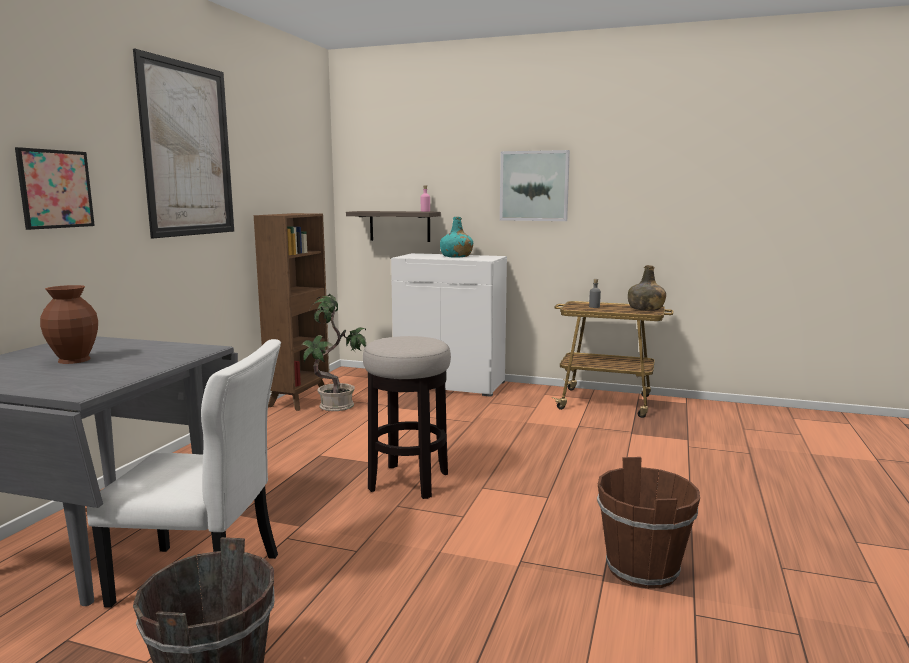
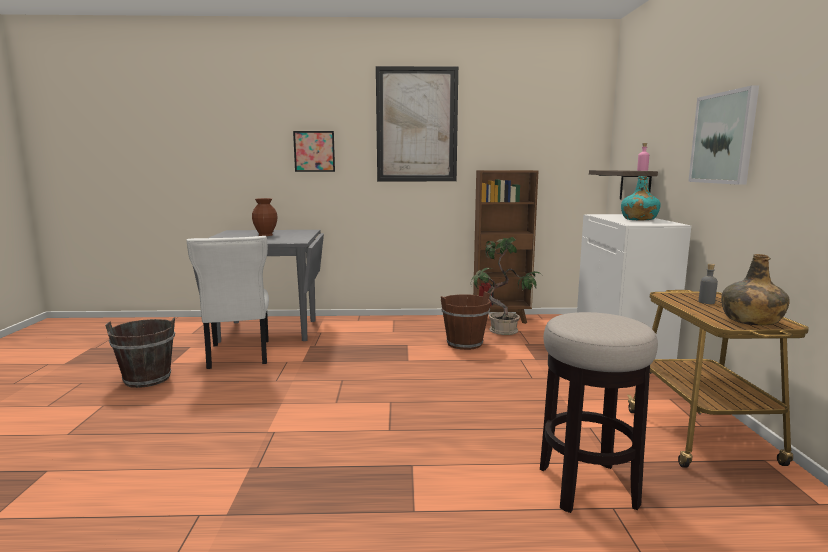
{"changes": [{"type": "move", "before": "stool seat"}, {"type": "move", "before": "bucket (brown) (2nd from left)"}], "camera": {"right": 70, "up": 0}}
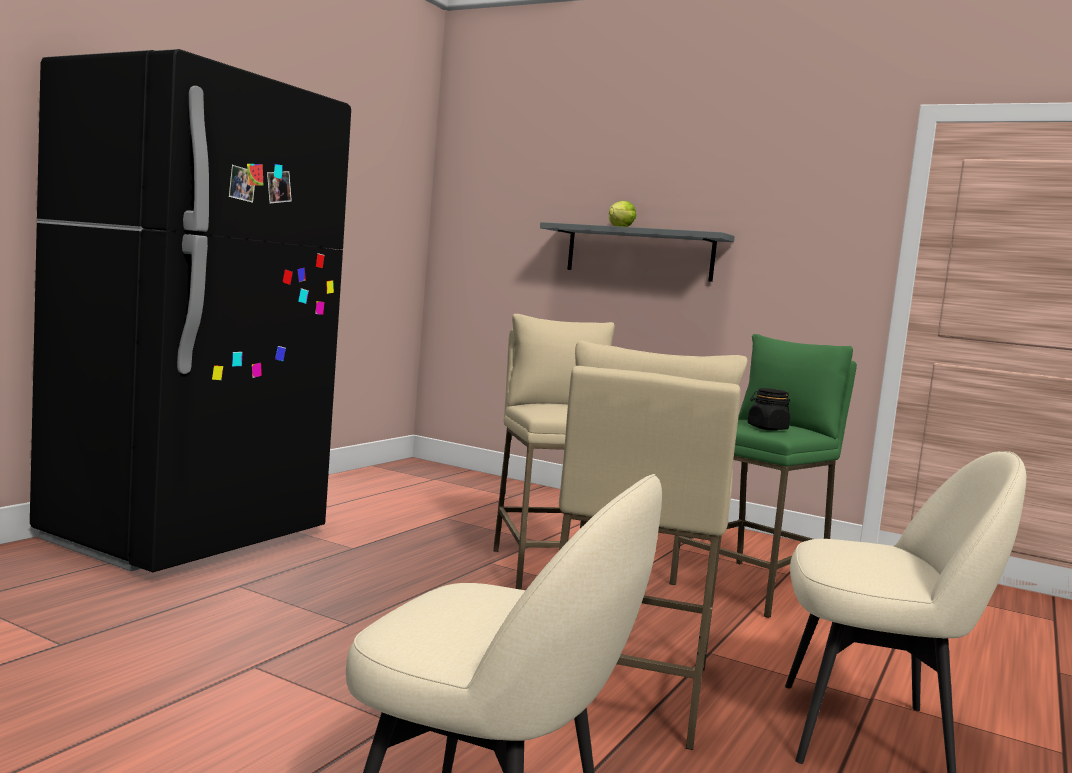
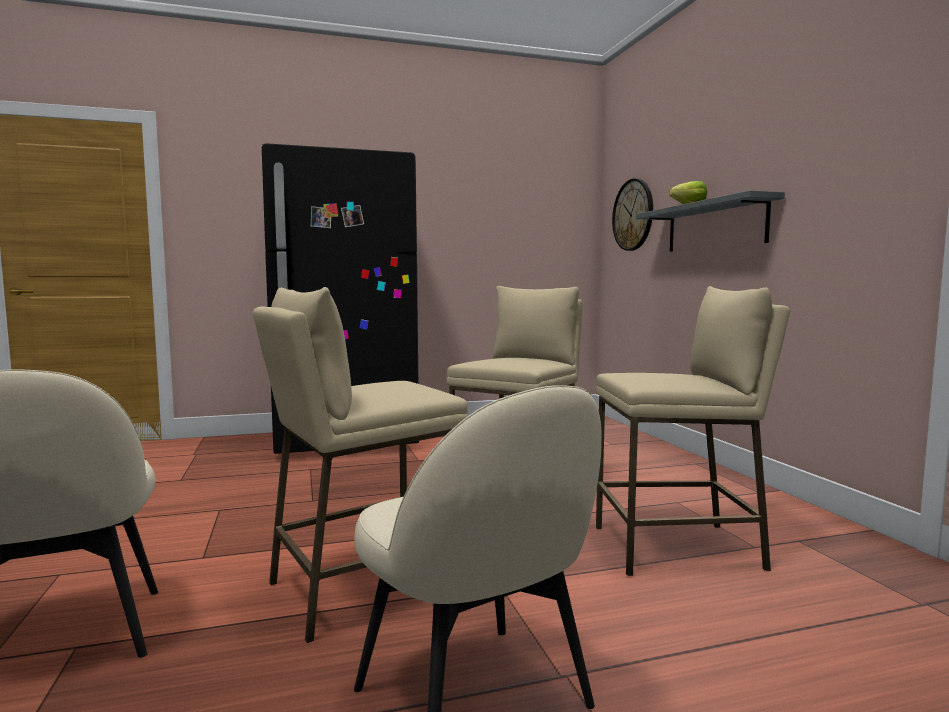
{"changes": [{"type": "recolor", "before": "stool seat (green-coloured)", "after": "stool seat (sand-coloured) (3rd from left)"}, {"type": "delete", "before": "preserve jar (black-coloured)"}, {"type": "insert", "after": "wall clock"}], "camera": {"right": 45, "up": 0}}
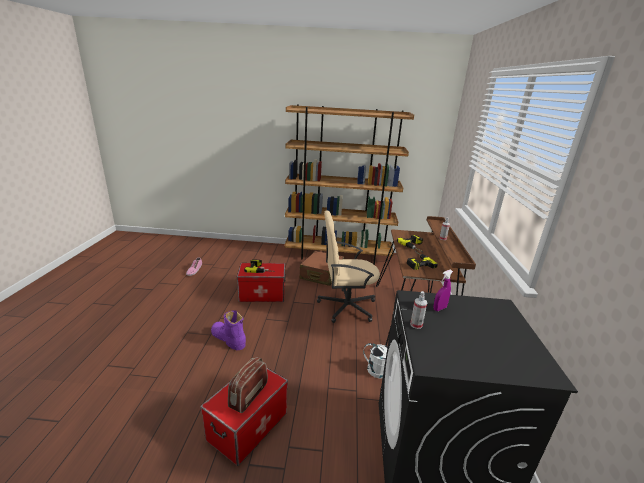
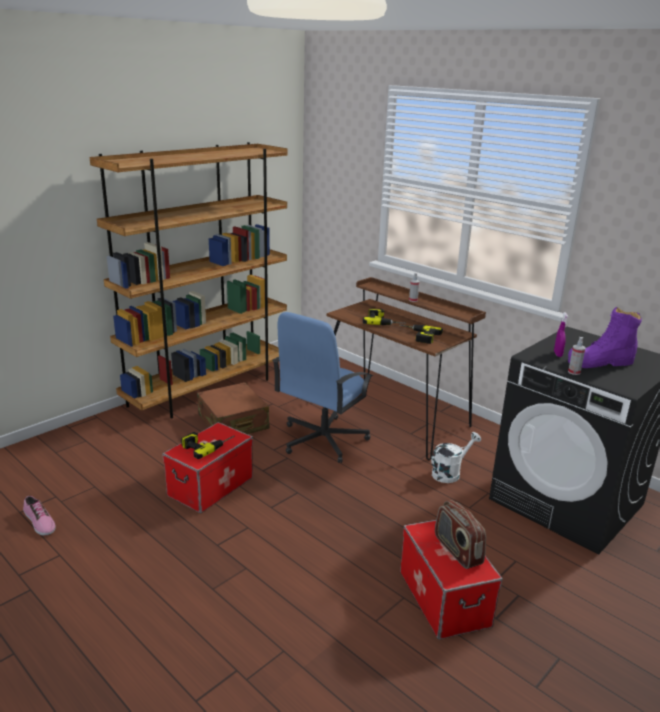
{"changes": [{"type": "move", "before": "tall boot (purplish)"}, {"type": "recolor", "before": "office chair (sand-coloured)", "after": "office chair (blue-coloured)"}], "camera": {"right": -50, "up": 0}}
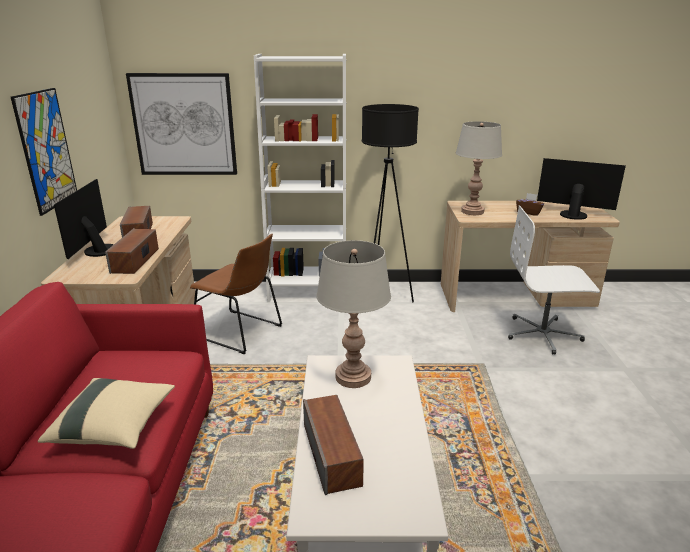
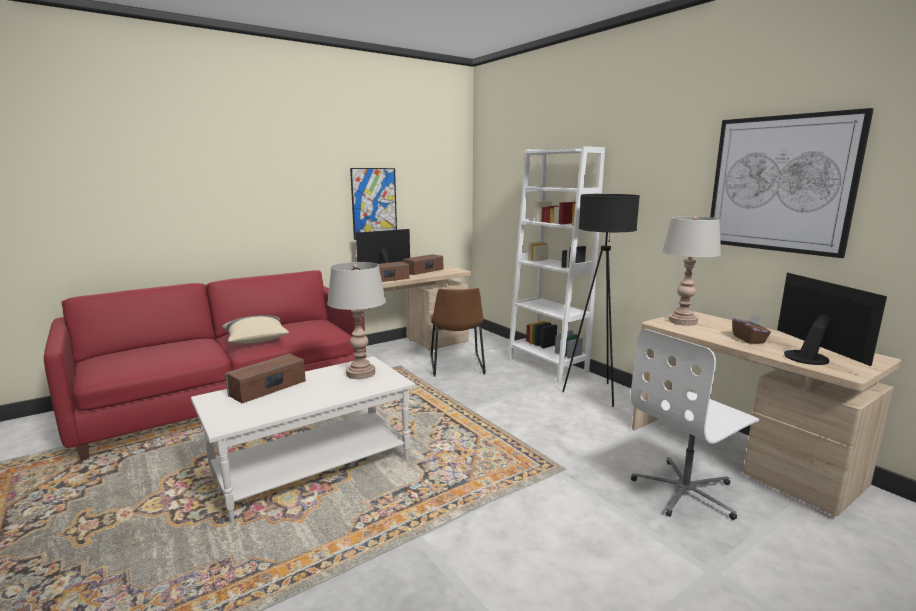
{"changes": [{"type": "move", "before": "picture (2nd from left)"}, {"type": "rotate", "before": "office chair (whitish)", "turn": -90}], "camera": {"right": 55, "up": -10}}
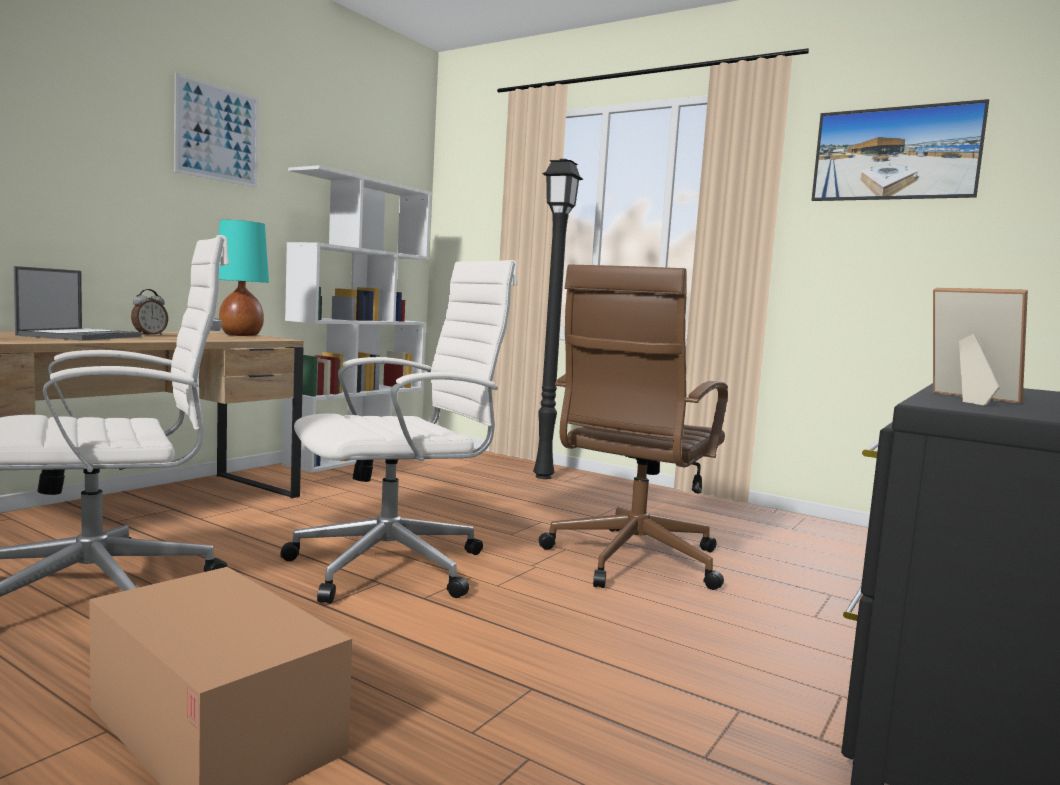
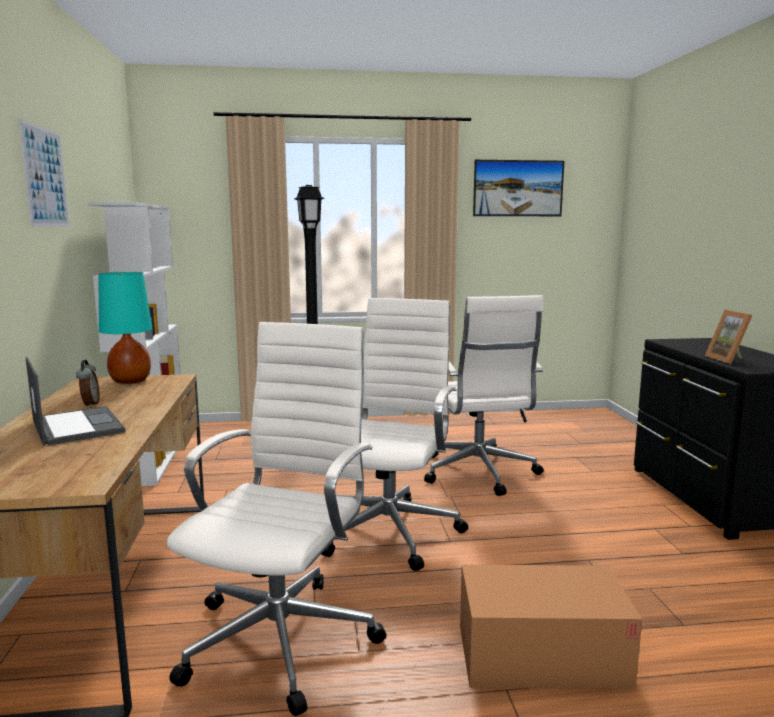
{"changes": [{"type": "recolor", "before": "office chair (brown)", "after": "office chair (whitish) (3rd from left)"}, {"type": "rotate", "before": "standing frame", "turn": -105}], "camera": {"right": -40, "up": 5}}
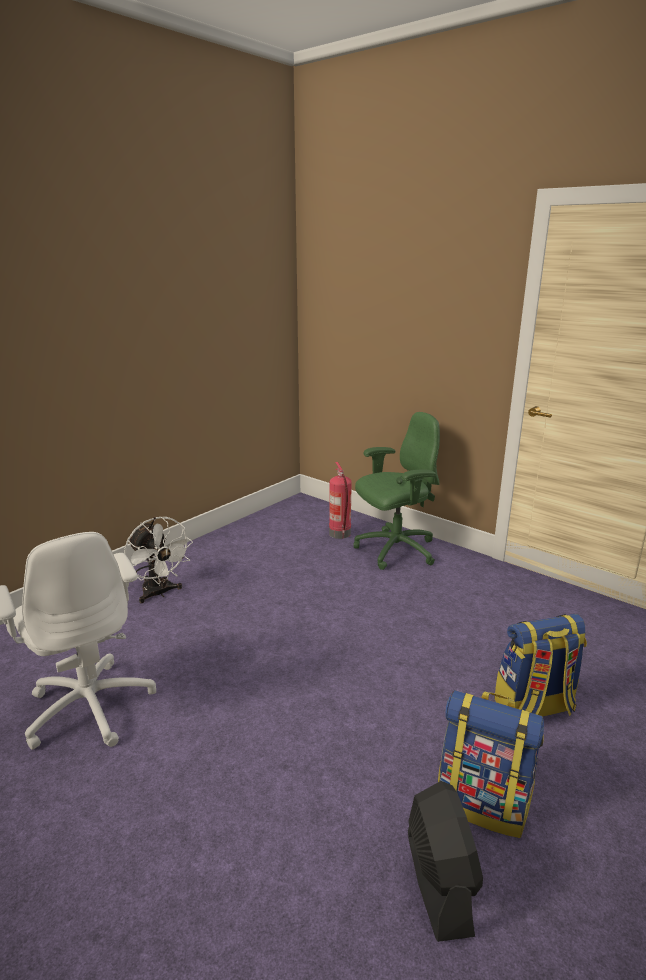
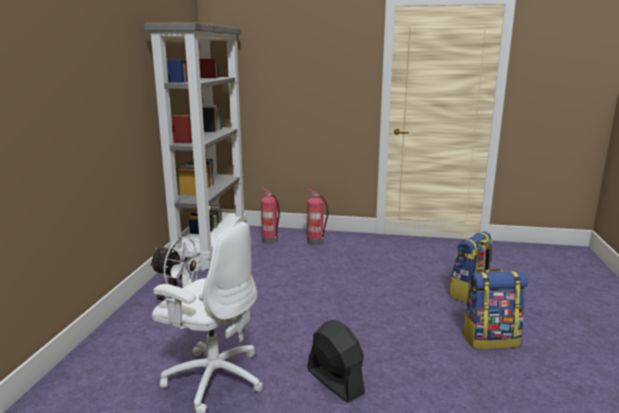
{"changes": [{"type": "replace", "before": "office chair (green-coloured)", "after": "fire-fighting cylinder (2nd from left)"}, {"type": "move", "before": "fan (black-coloured)"}, {"type": "insert", "after": "bookshelf (grey)"}], "camera": {"right": -30, "up": -5}}
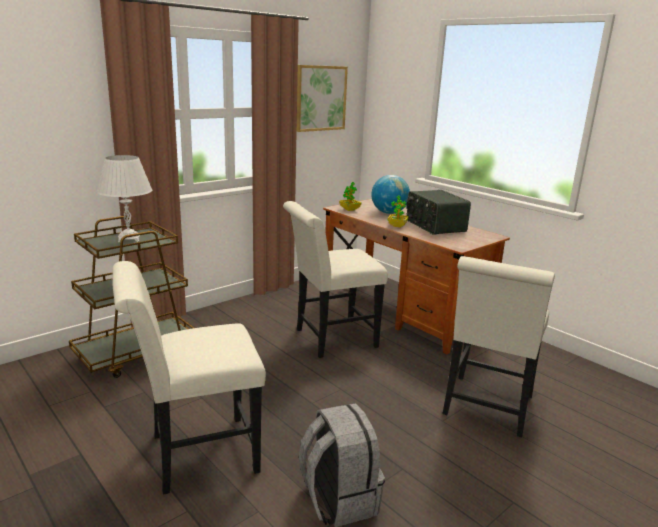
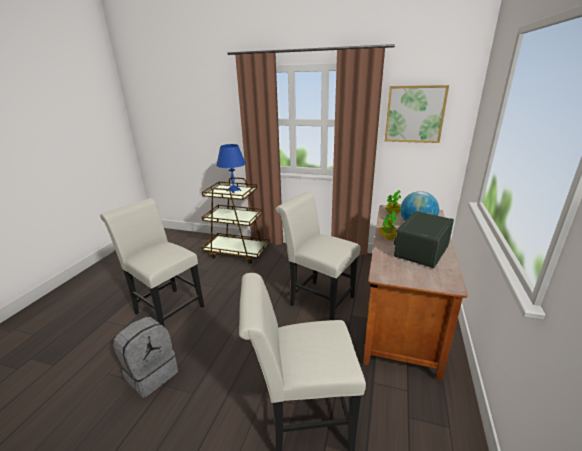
{"changes": [{"type": "recolor", "before": "tabletop lamp (whitish)", "after": "tabletop lamp (blue-coloured)"}], "camera": {"right": 60, "up": 5}}
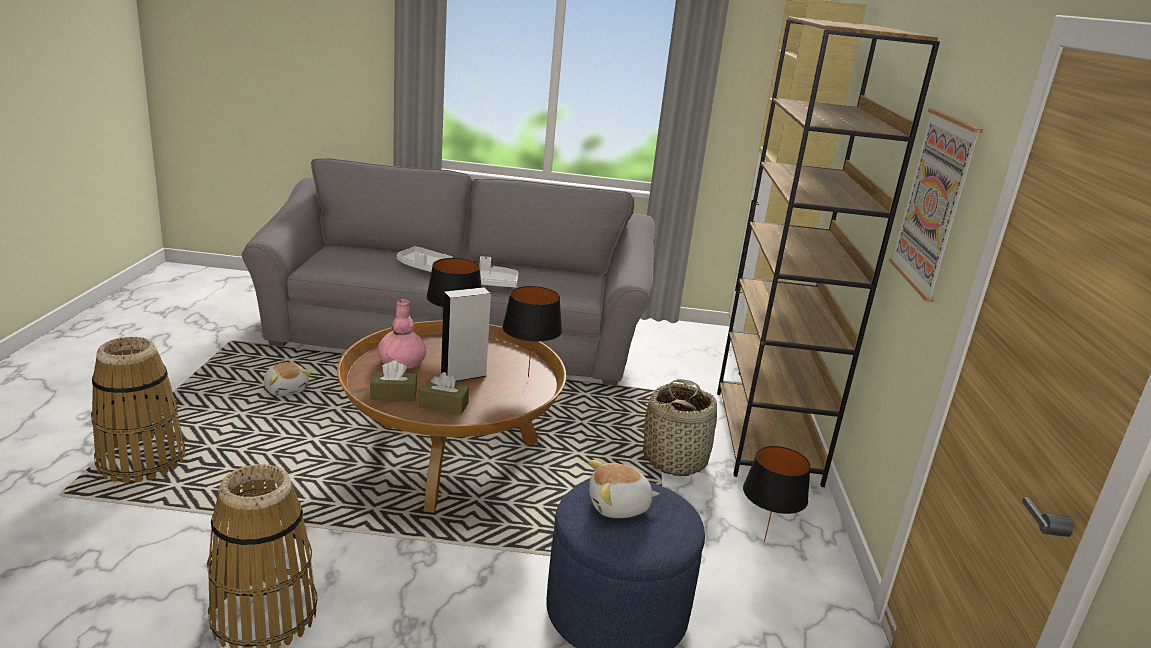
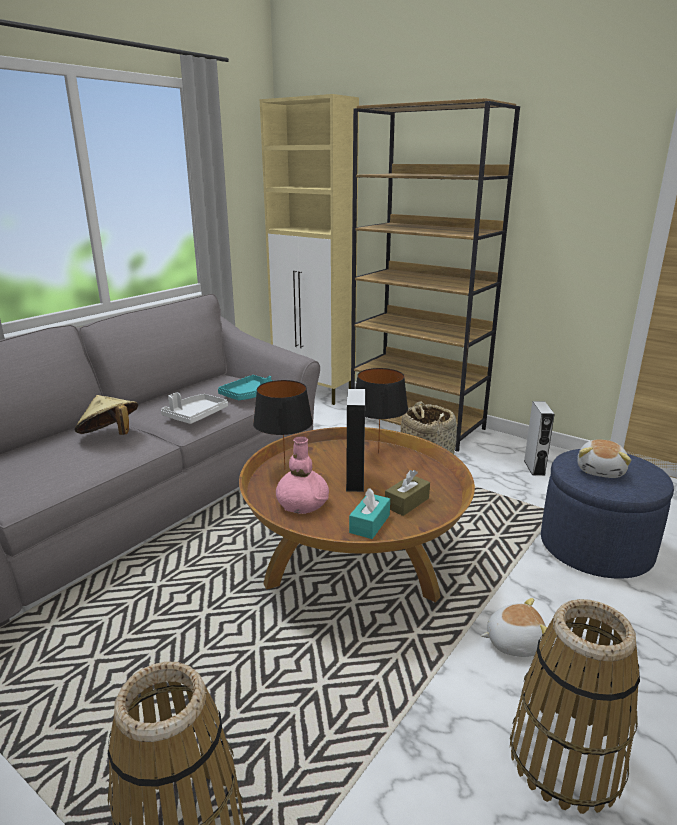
{"changes": [{"type": "move", "before": "soft toy (1st from left)"}, {"type": "recolor", "before": "tissue holder (brown) (1st from left)", "after": "tissue holder (blue-green)"}, {"type": "replace", "before": "tray (whitish) (1st from left)", "after": "clothing hat (sand-coloured)"}, {"type": "replace", "before": "tabletop lamp (black-coloured) (3rd from left)", "after": "loudspeaker (grey) (2nd from left)"}, {"type": "delete", "before": "picture"}, {"type": "insert", "after": "tray (blue-green)"}], "camera": {"right": -55, "up": 0}}
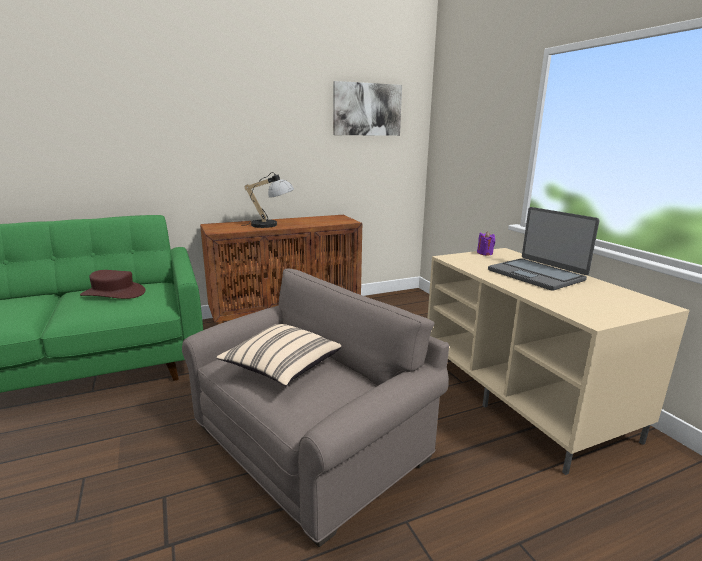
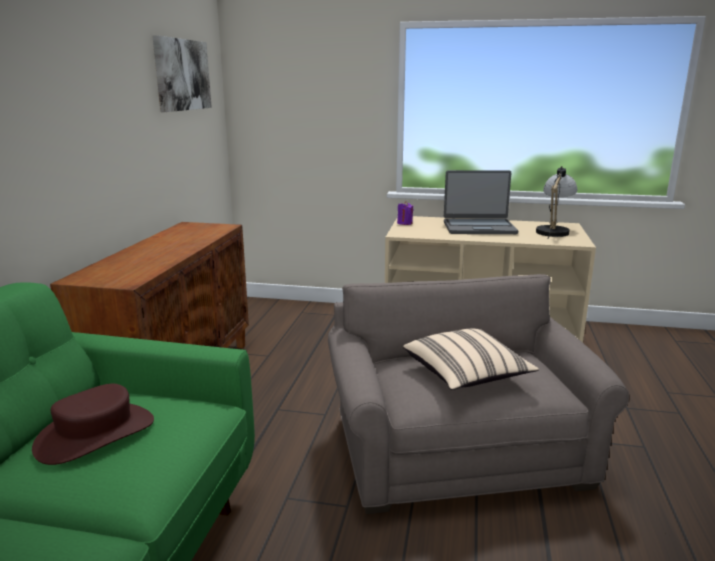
{"changes": [{"type": "move", "before": "tabletop lamp"}], "camera": {"right": -55, "up": 0}}
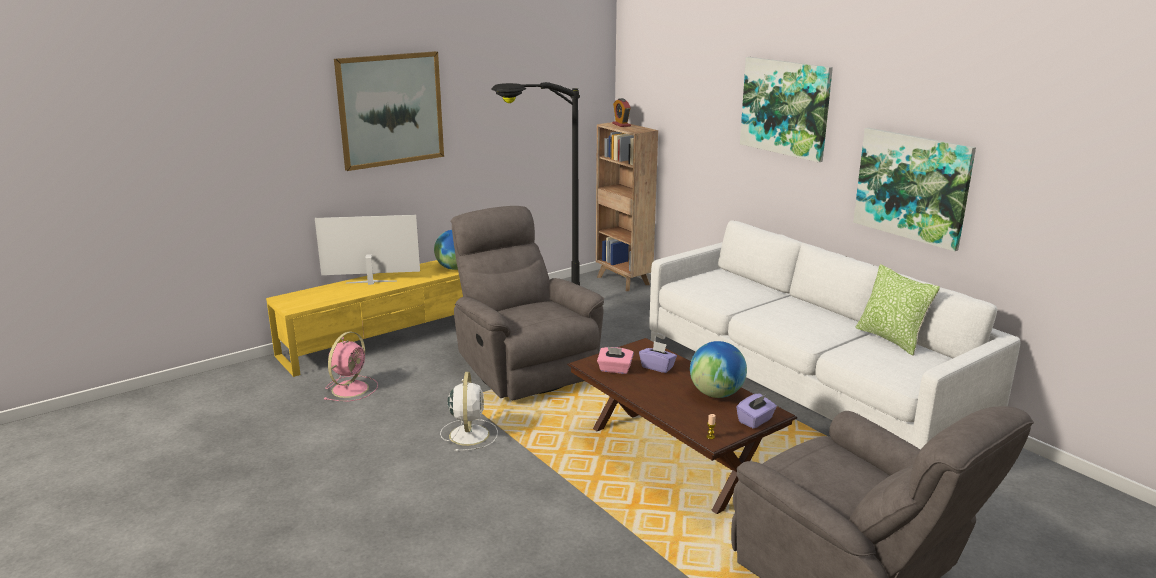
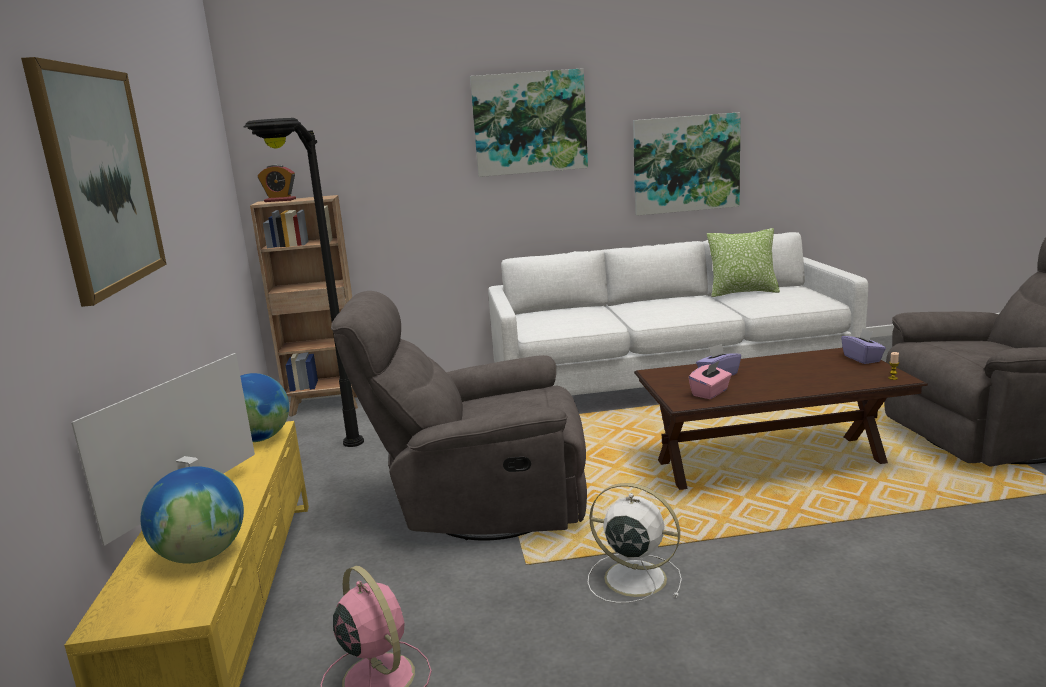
{"changes": [{"type": "move", "before": "globe (2nd from left in the first image)", "after": "globe (1st from left)"}], "camera": {"right": -60, "up": -5}}
